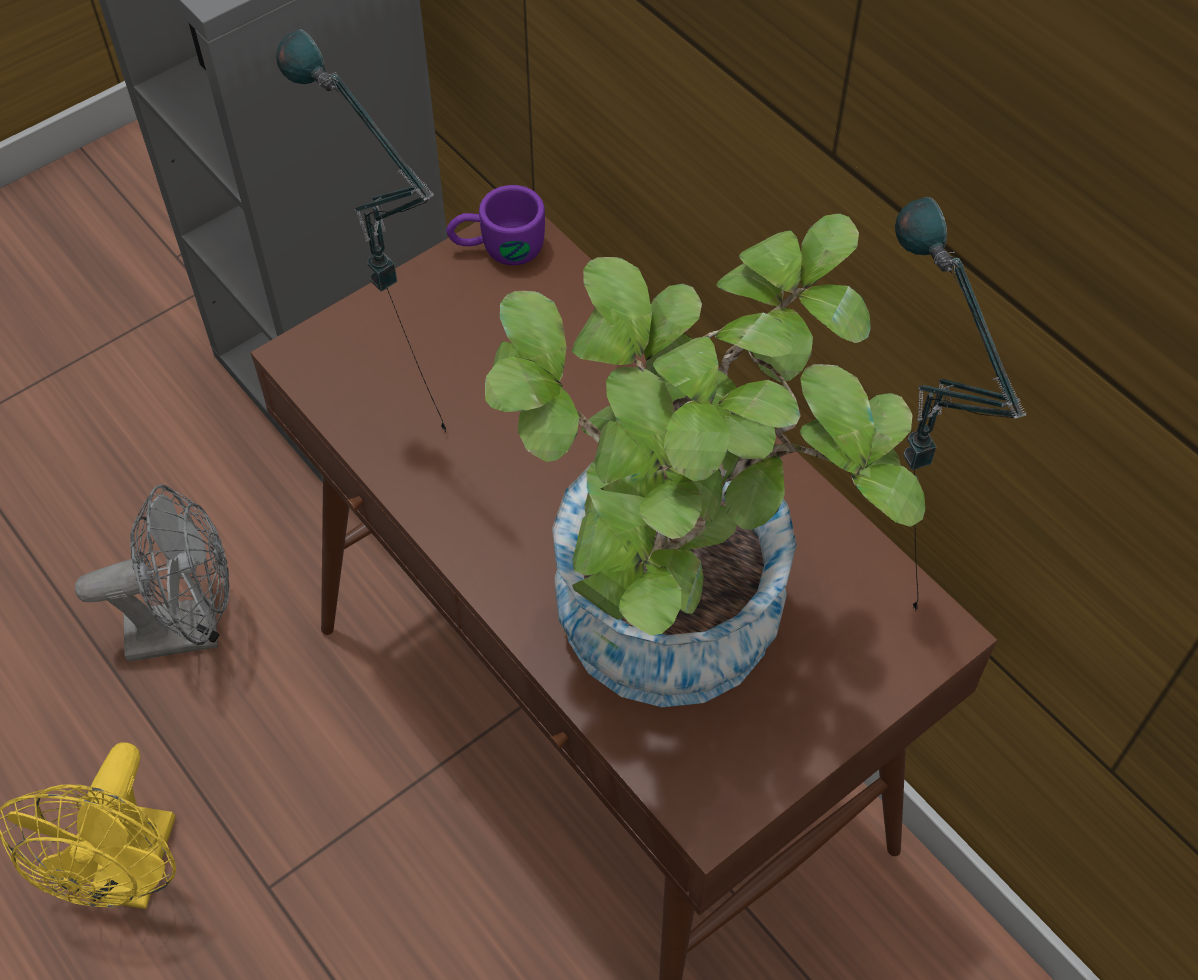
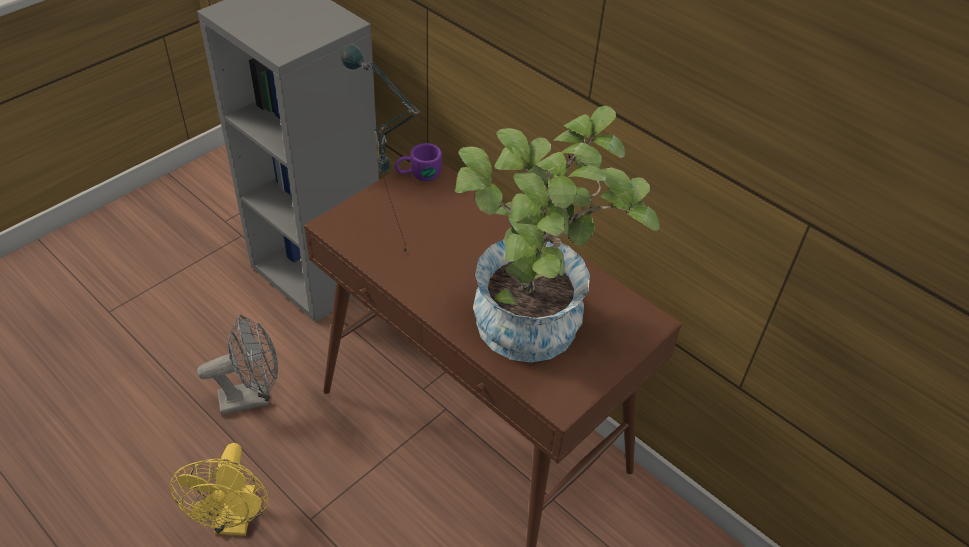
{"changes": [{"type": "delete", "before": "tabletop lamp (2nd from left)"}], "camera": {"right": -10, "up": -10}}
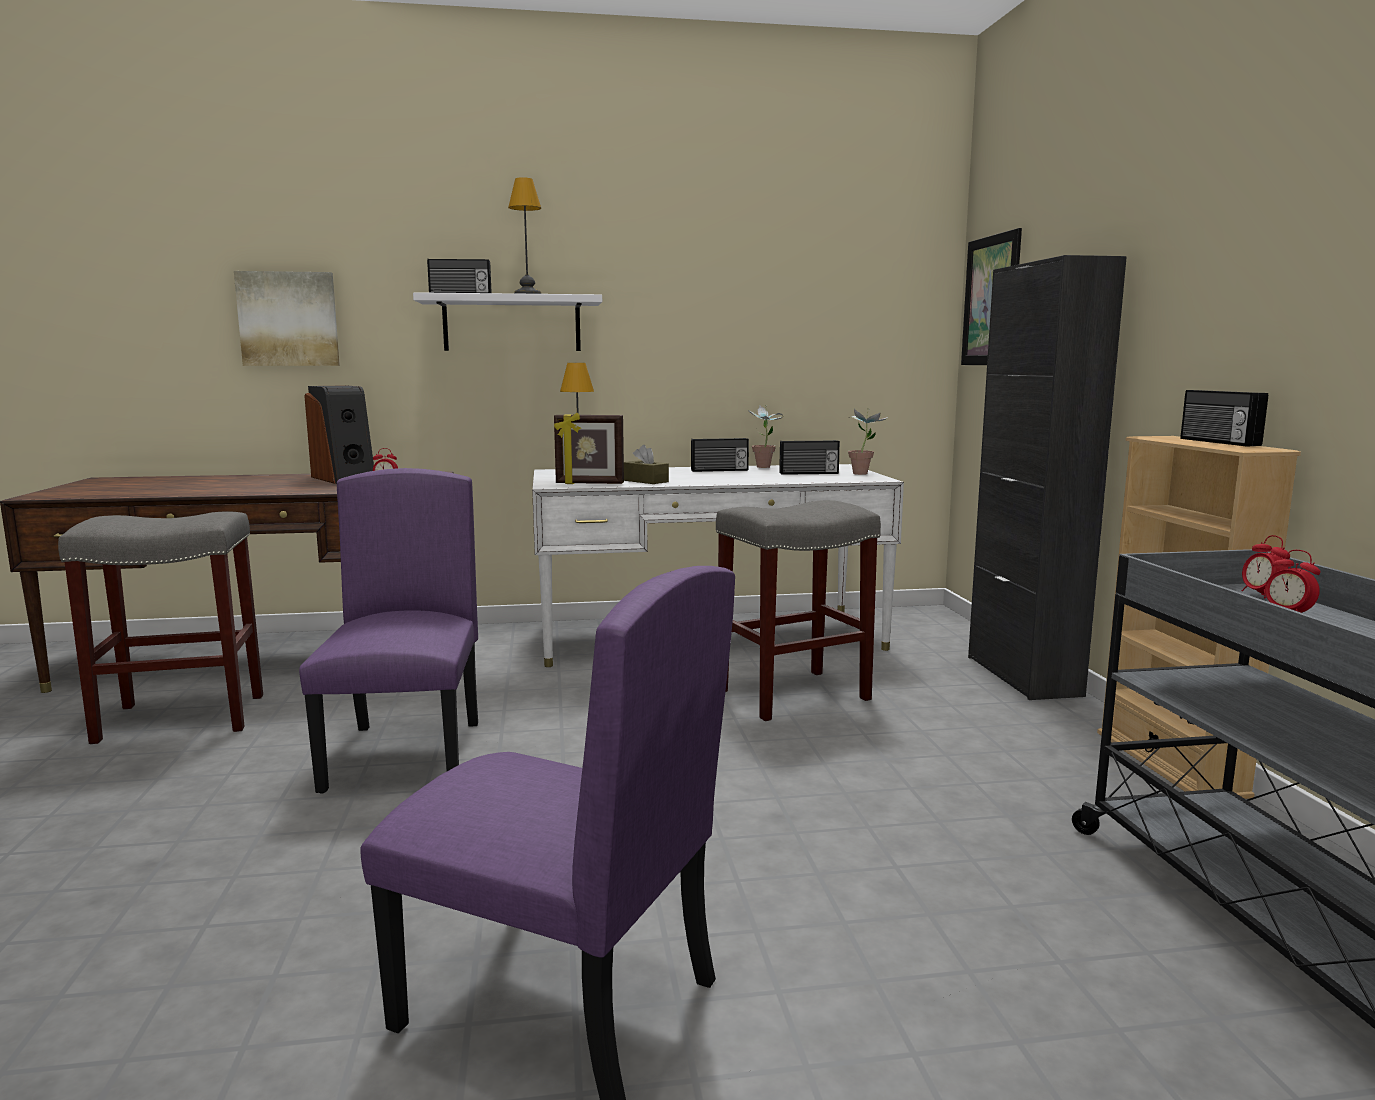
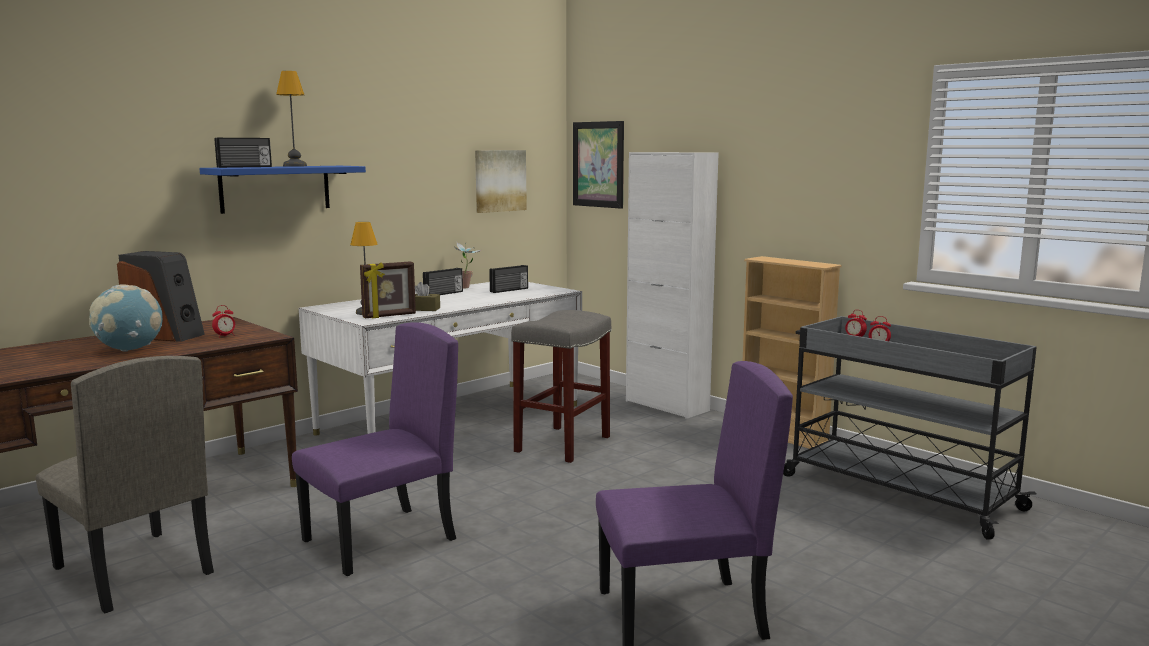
{"changes": [{"type": "replace", "before": "stool seat (grey) (1st from left)", "after": "upright chair (sand-coloured)"}, {"type": "move", "before": "picture (1st from left)"}, {"type": "rotate", "before": "upright chair (purplish) (1st from left)", "turn": 90}, {"type": "recolor", "before": "bracket shelf (whitish)", "after": "bracket shelf (blue-coloured)"}, {"type": "delete", "before": "plant in a pot (2nd from left)"}, {"type": "recolor", "before": "cupboard (black-coloured)", "after": "cupboard (whitish)"}, {"type": "delete", "before": "radio set (4th from left)"}, {"type": "insert", "after": "globe"}], "camera": {"right": -35, "up": 0}}
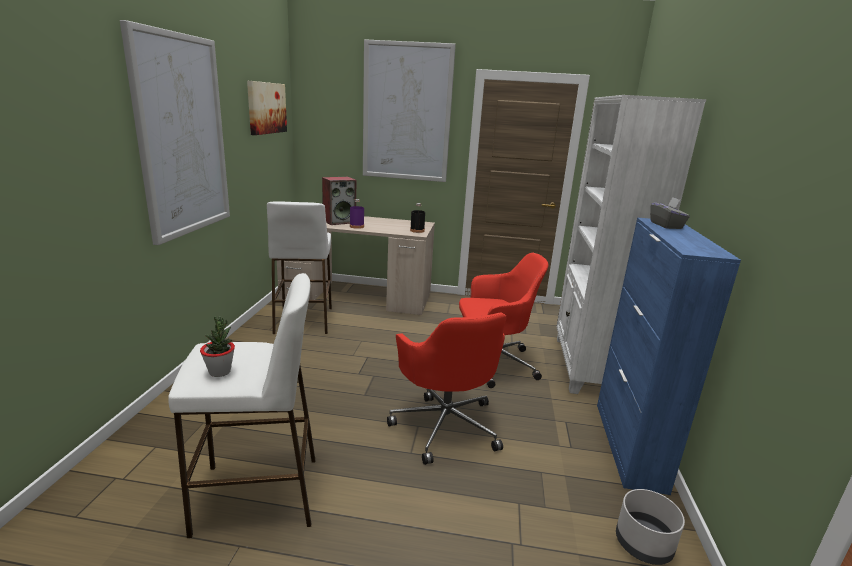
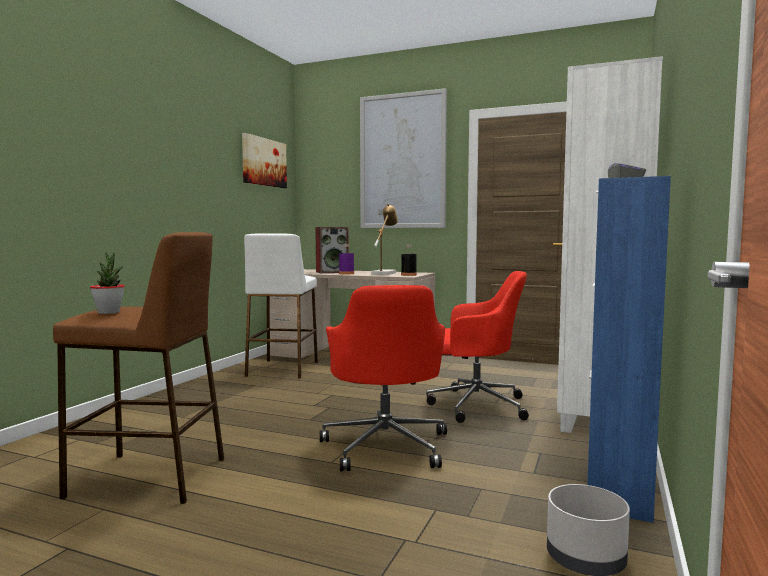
{"changes": [{"type": "delete", "before": "picture (1st from left)"}, {"type": "recolor", "before": "stool seat (whitish) (1st from left)", "after": "stool seat (brown)"}, {"type": "insert", "after": "tabletop lamp"}], "camera": {"right": 15, "up": -15}}
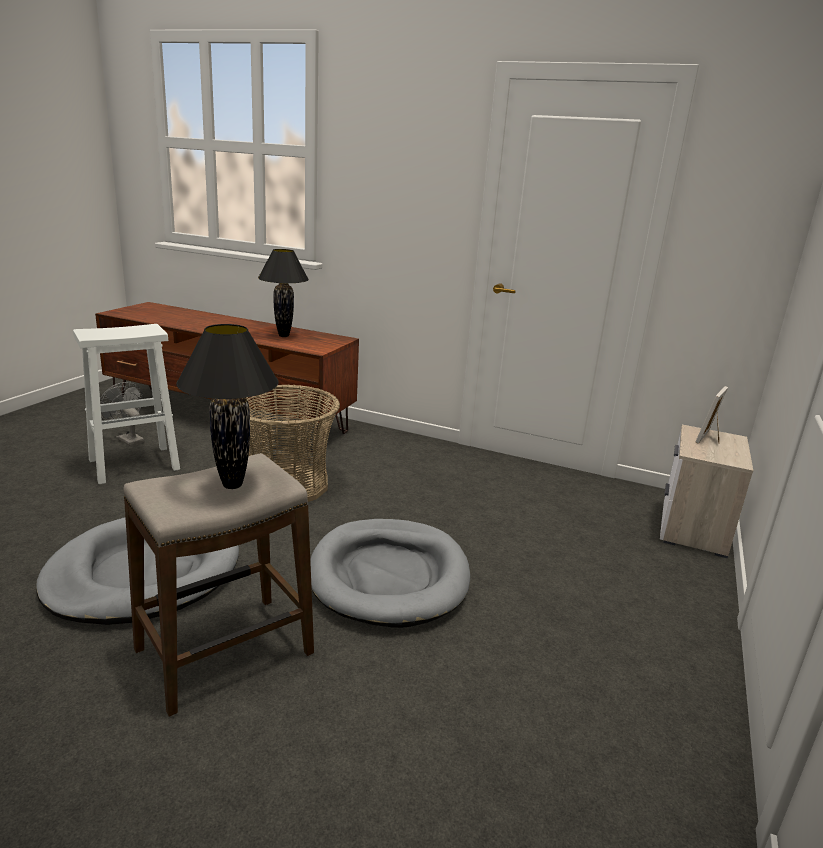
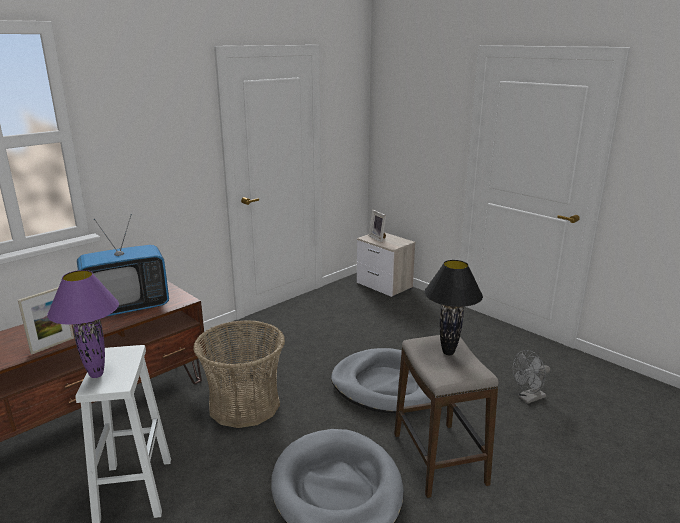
{"changes": [{"type": "move", "before": "fan (grey)"}, {"type": "replace", "before": "tabletop lamp (black-coloured) (2nd from left)", "after": "TV set"}, {"type": "insert", "after": "standing frame (1st from left)"}, {"type": "insert", "after": "tabletop lamp (purplish)"}], "camera": {"right": -65, "up": 0}}
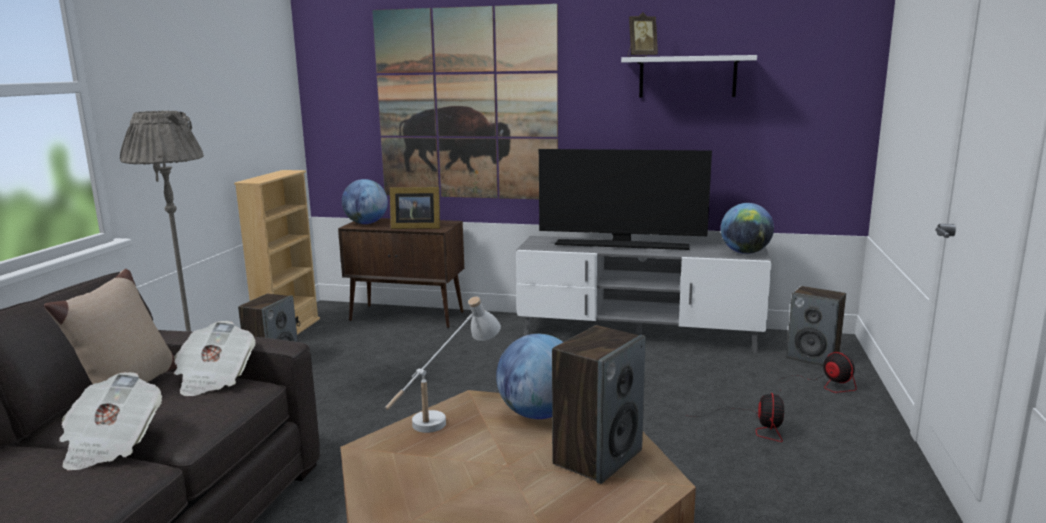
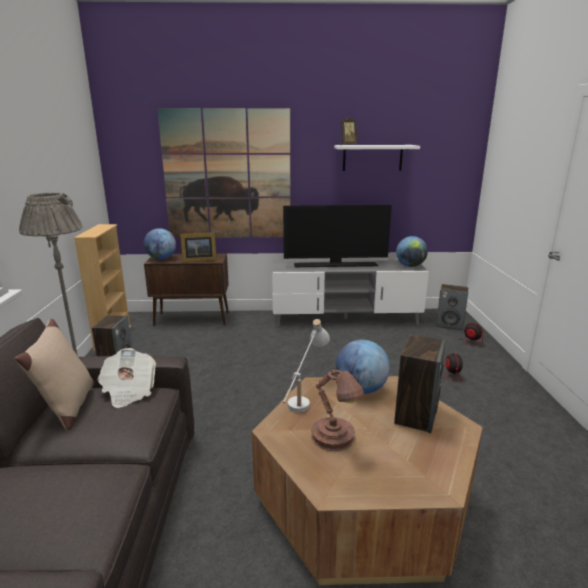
{"changes": [{"type": "delete", "before": "printed paper (1st from left)"}, {"type": "insert", "after": "tabletop lamp (brown)"}], "camera": {"right": -15, "up": 5}}
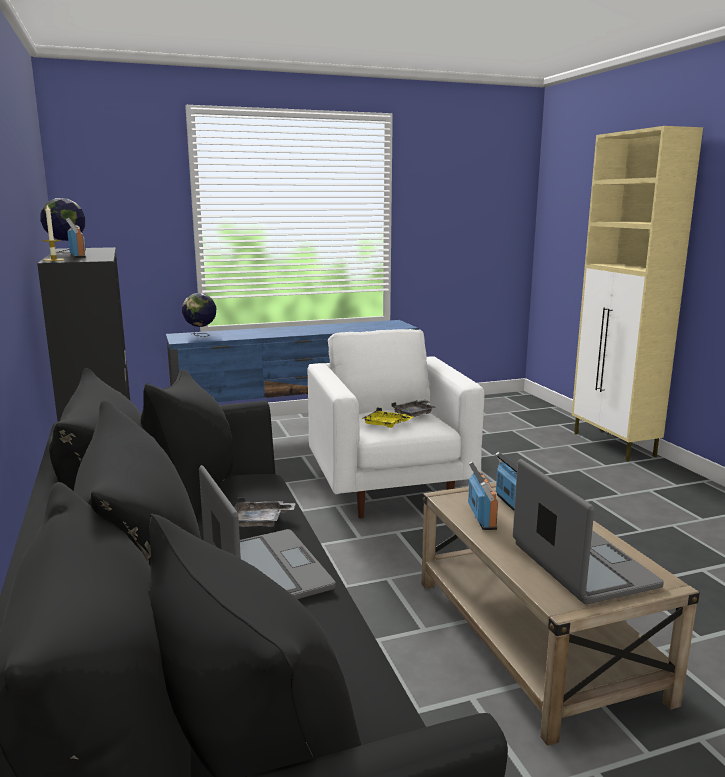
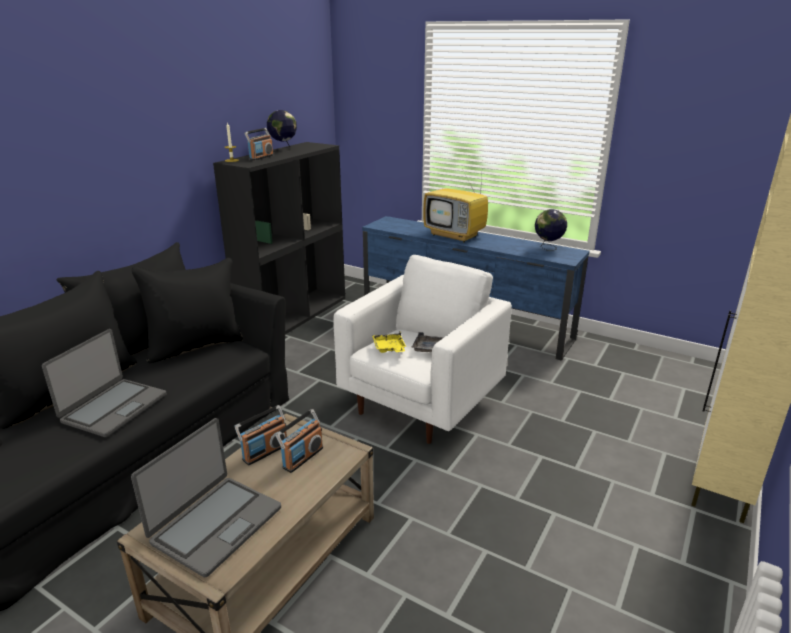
{"changes": [{"type": "move", "before": "globe (2nd from left)"}, {"type": "delete", "before": "tray (grey) (1st from left)"}, {"type": "insert", "after": "TV set"}], "camera": {"right": 50, "up": 10}}
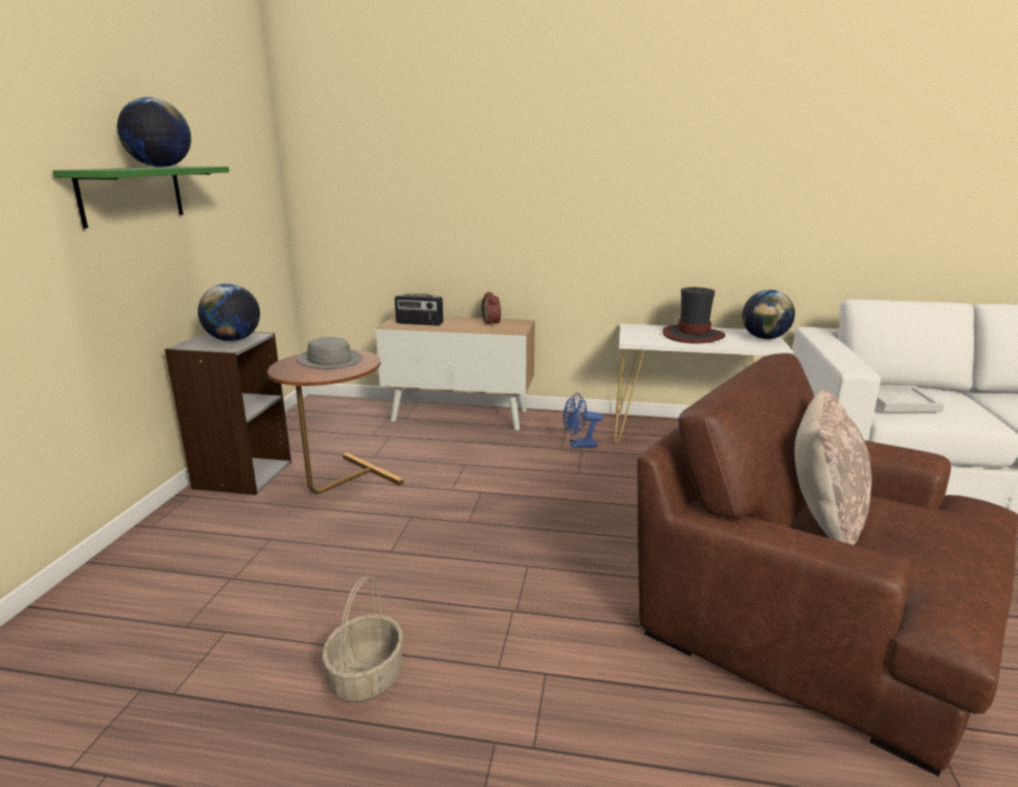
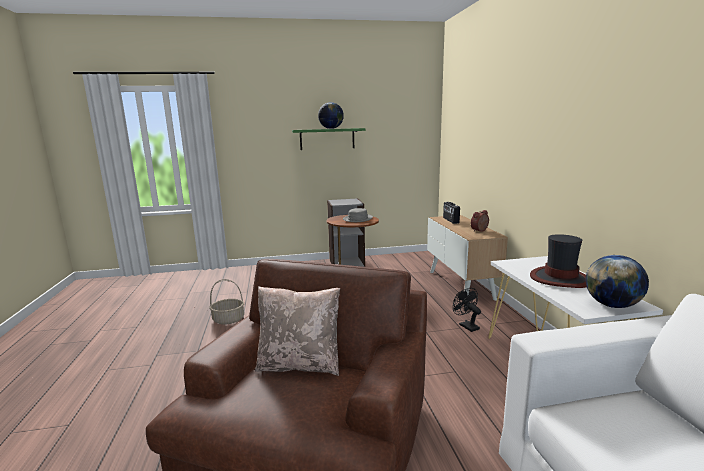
{"changes": [{"type": "delete", "before": "globe (2nd from left)"}, {"type": "recolor", "before": "fan (blue-coloured)", "after": "fan (black-coloured)"}, {"type": "delete", "before": "tray (whitish)"}], "camera": {"right": 70, "up": -5}}
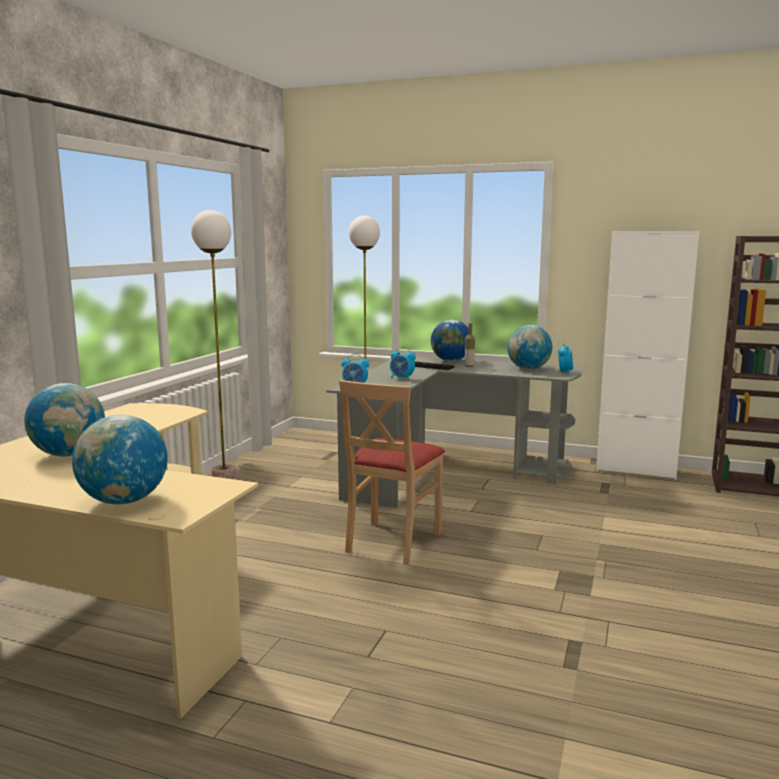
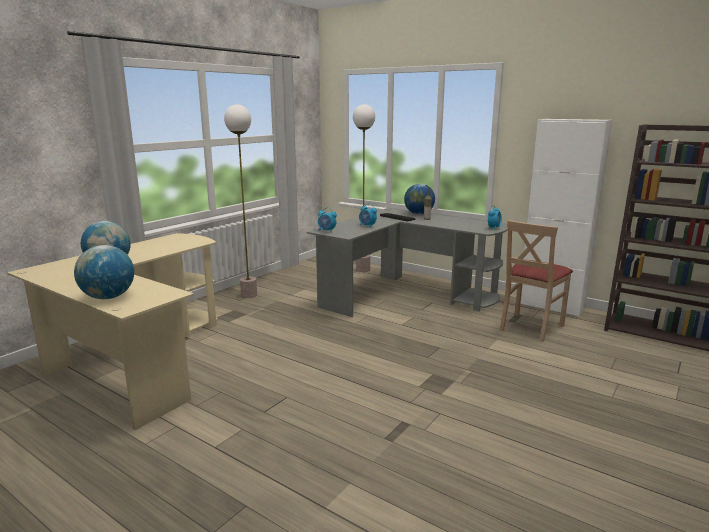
{"changes": [{"type": "move", "before": "upright chair (sand-coloured)"}, {"type": "delete", "before": "globe (4th from left)"}], "camera": {"right": 15, "up": 5}}
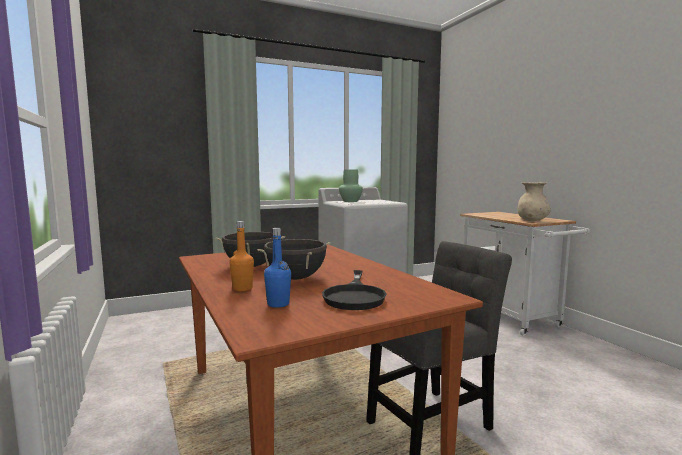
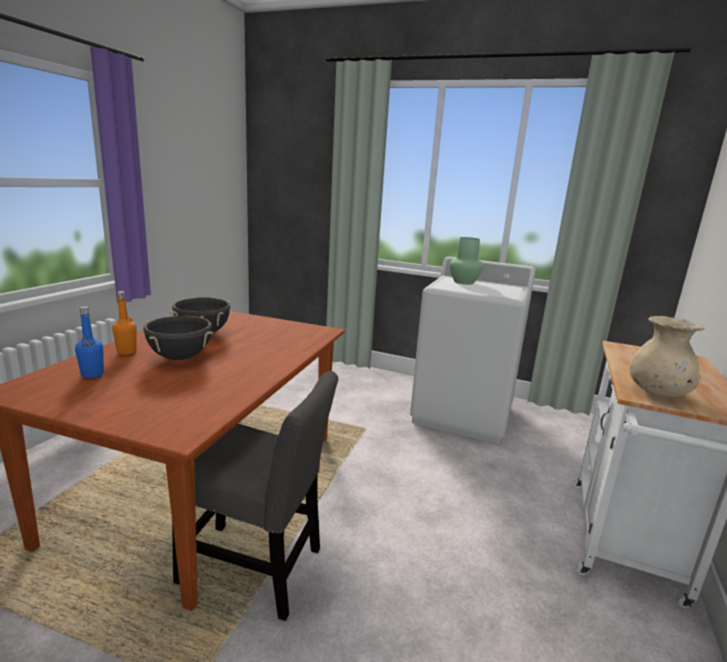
{"changes": [{"type": "delete", "before": "pan (black-coloured)"}], "camera": {"right": 45, "up": 10}}
